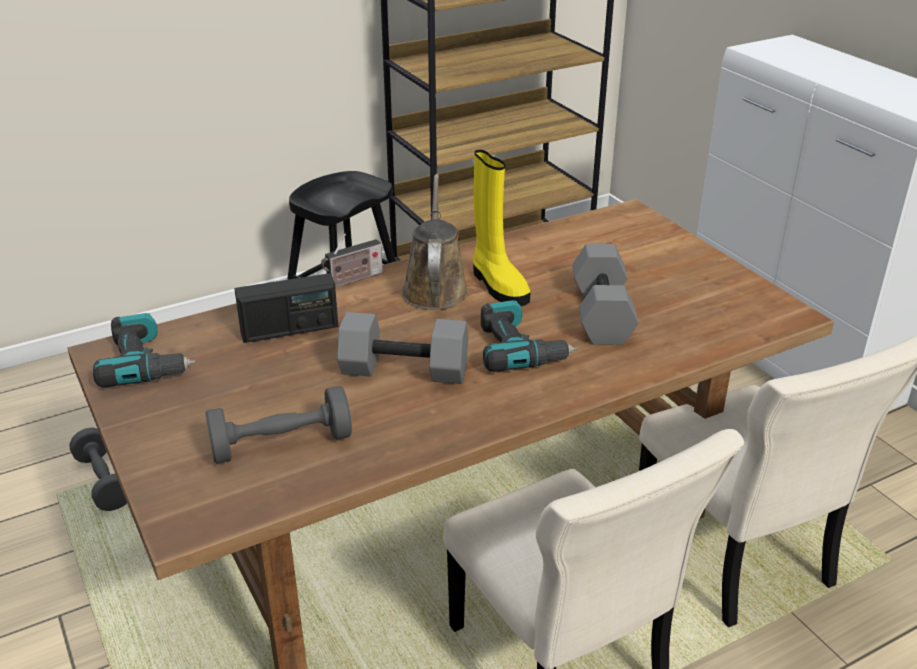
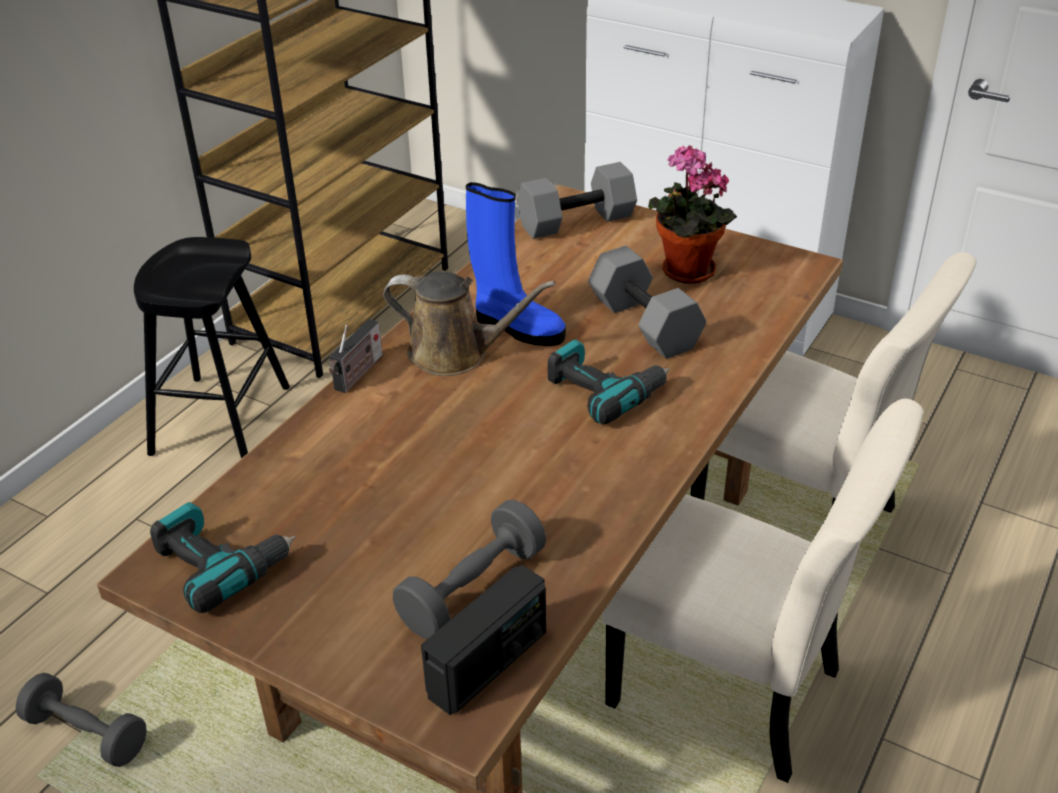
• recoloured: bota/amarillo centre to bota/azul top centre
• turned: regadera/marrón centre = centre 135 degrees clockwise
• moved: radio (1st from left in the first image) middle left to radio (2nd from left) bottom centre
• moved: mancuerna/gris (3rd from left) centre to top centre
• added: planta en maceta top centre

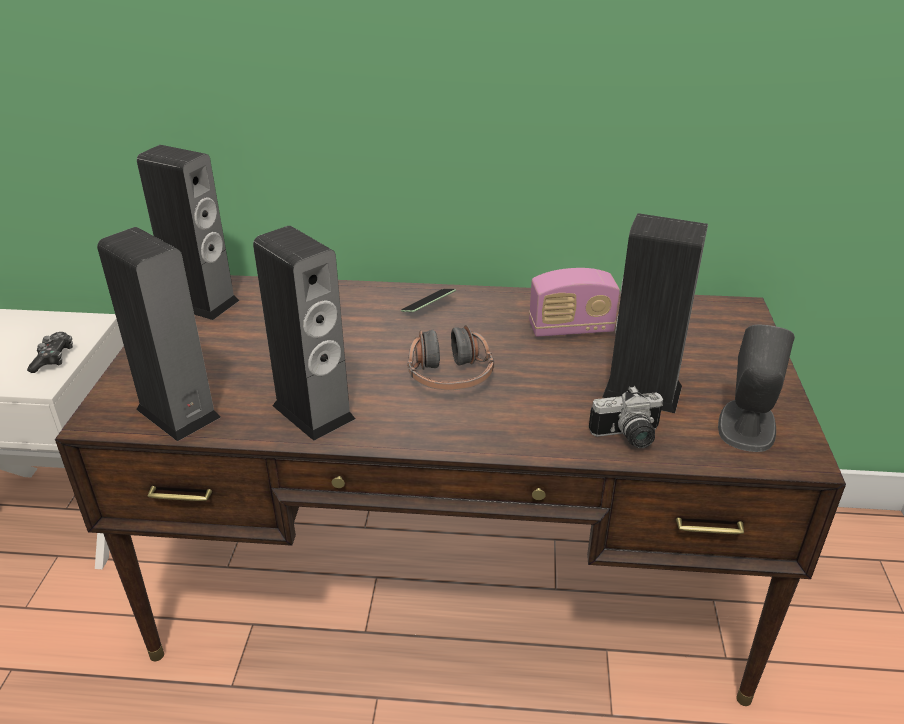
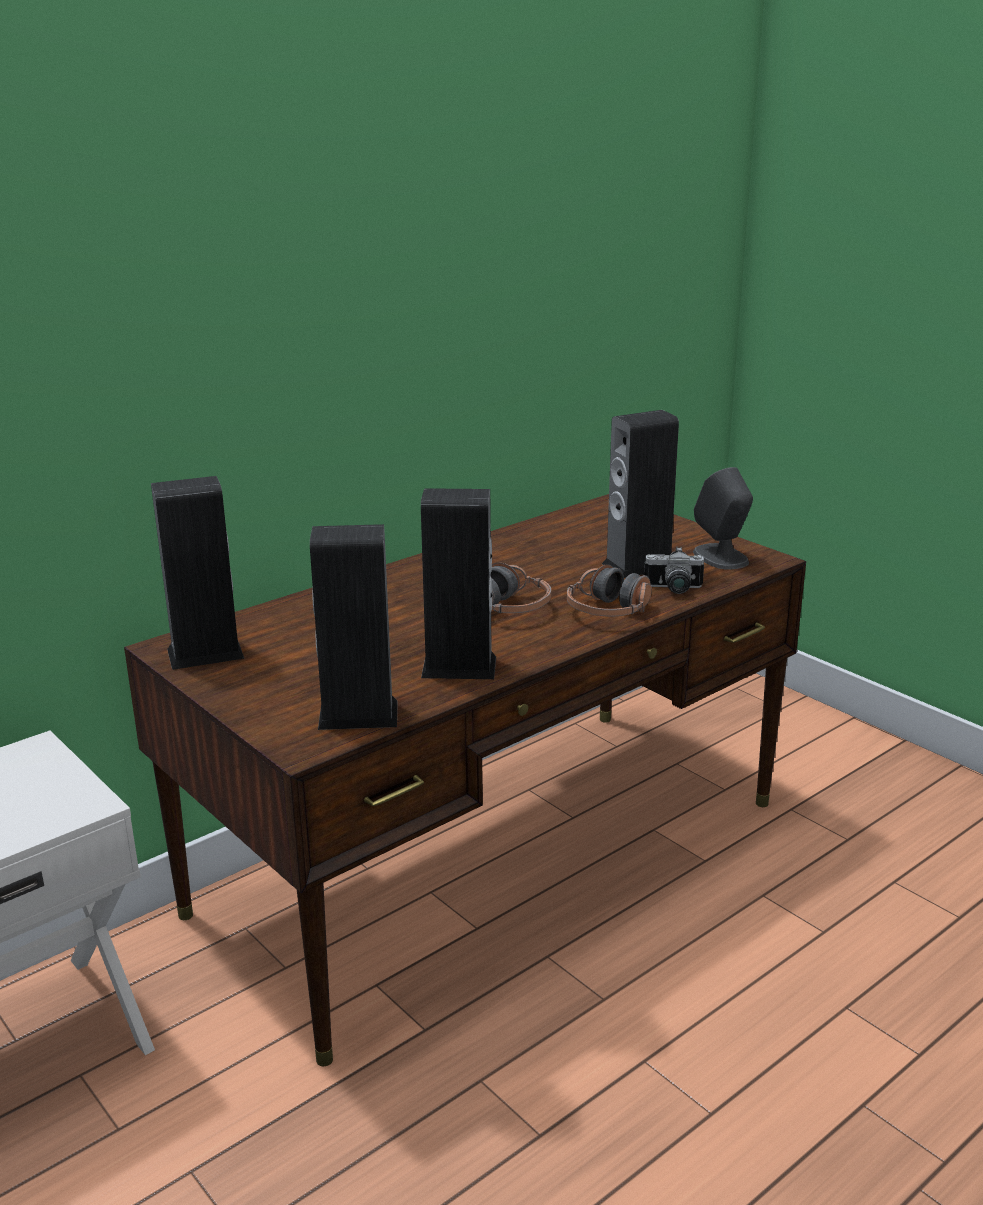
• removed: radio centre
• removed: móvil centre
• removed: mando de consola middle left
• turned: cámara middle right = middle right 60 degrees clockwise
• added: auriculares (2nd from left) centre

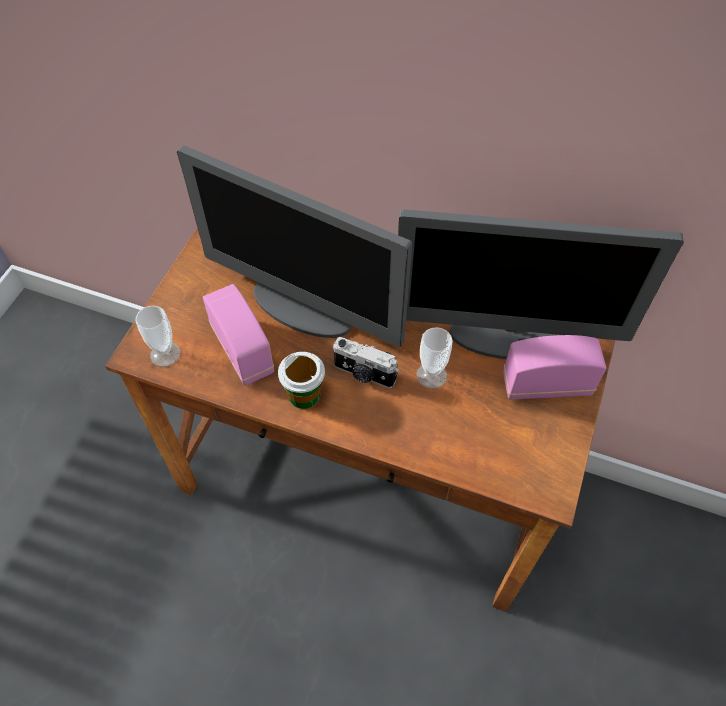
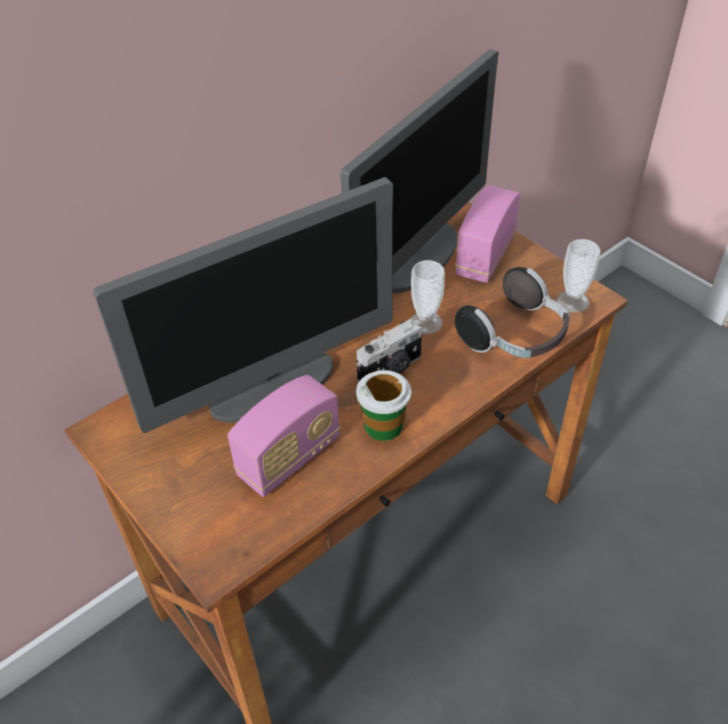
• turned: radio (1st from left) middle left = centre 135 degrees clockwise
• moved: taza (1st from left in the first image) middle left to taza (3rd from left) middle right
• added: auriculares middle right

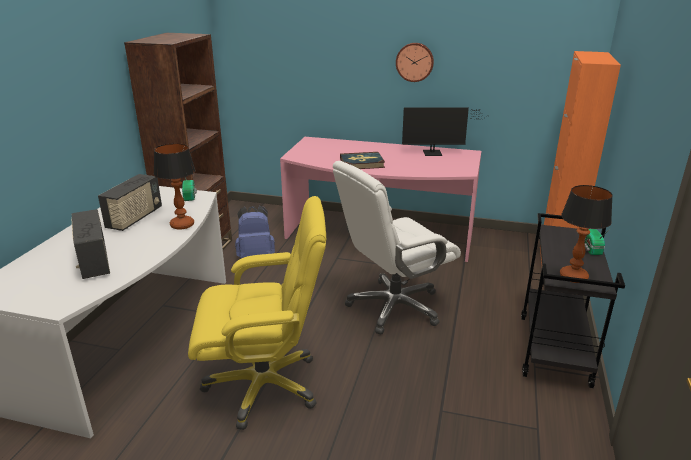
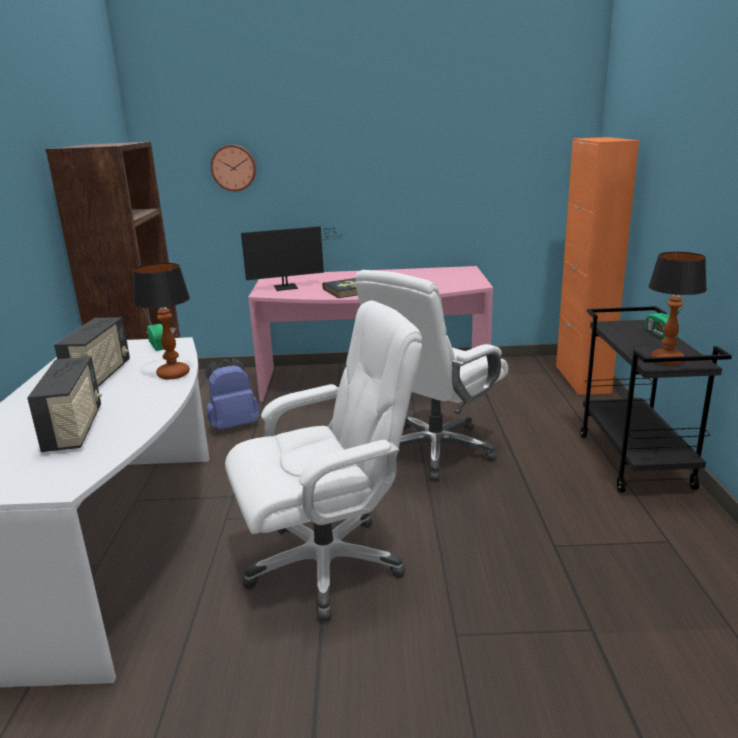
• moved: reloj de pared top centre to top left
• moved: monitor top centre to centre
• recoloured: silla de oficina/amarillo bottom centre to silla de oficina/blanco (1st from left) centre
• turned: radio (1st from left) middle left = middle left 150 degrees counterclockwise

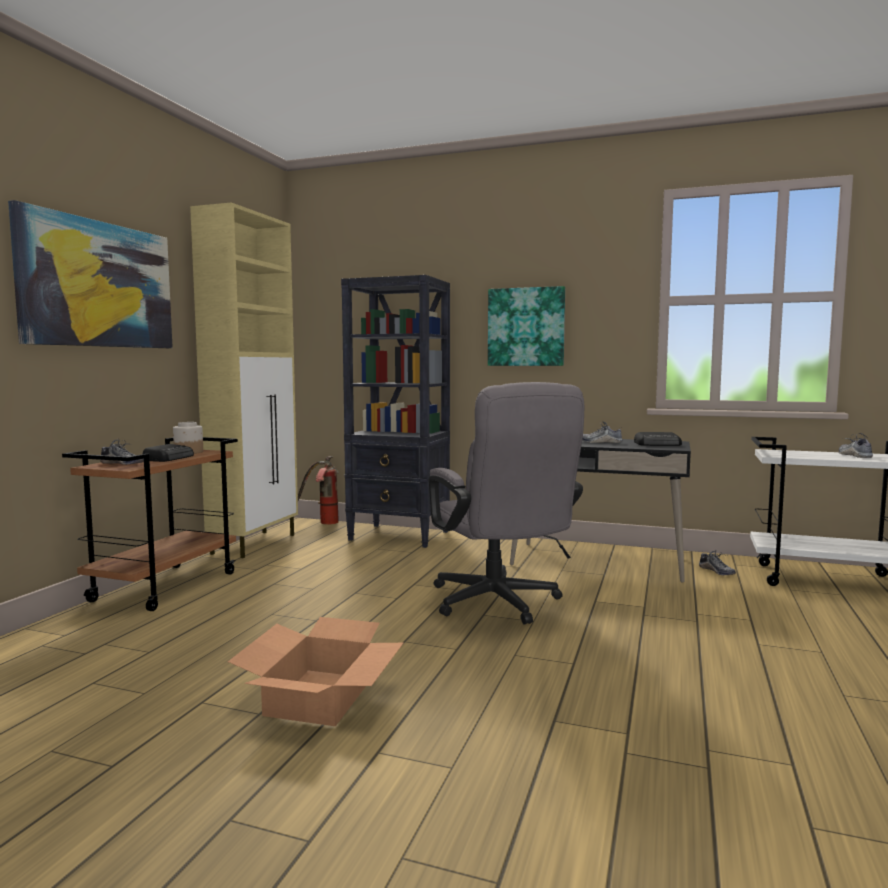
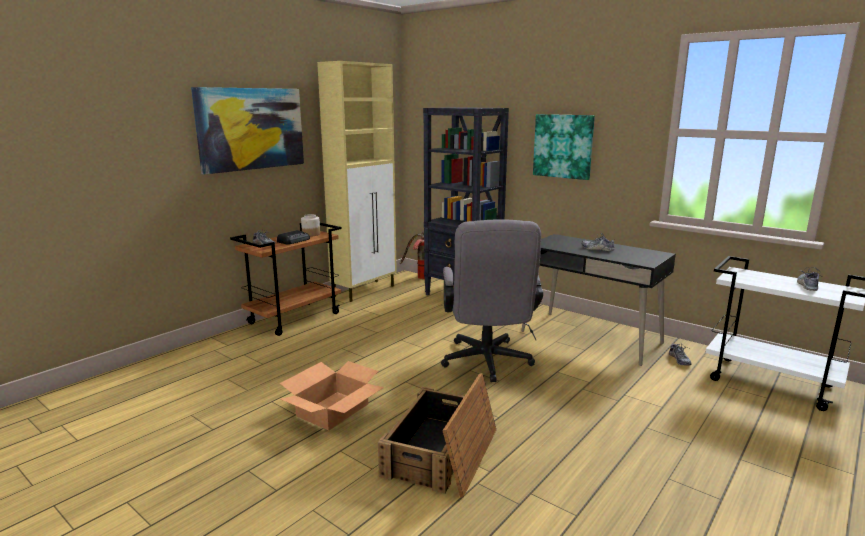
• removed: radio (2nd from left) middle right
• added: caja de embalaje bottom centre

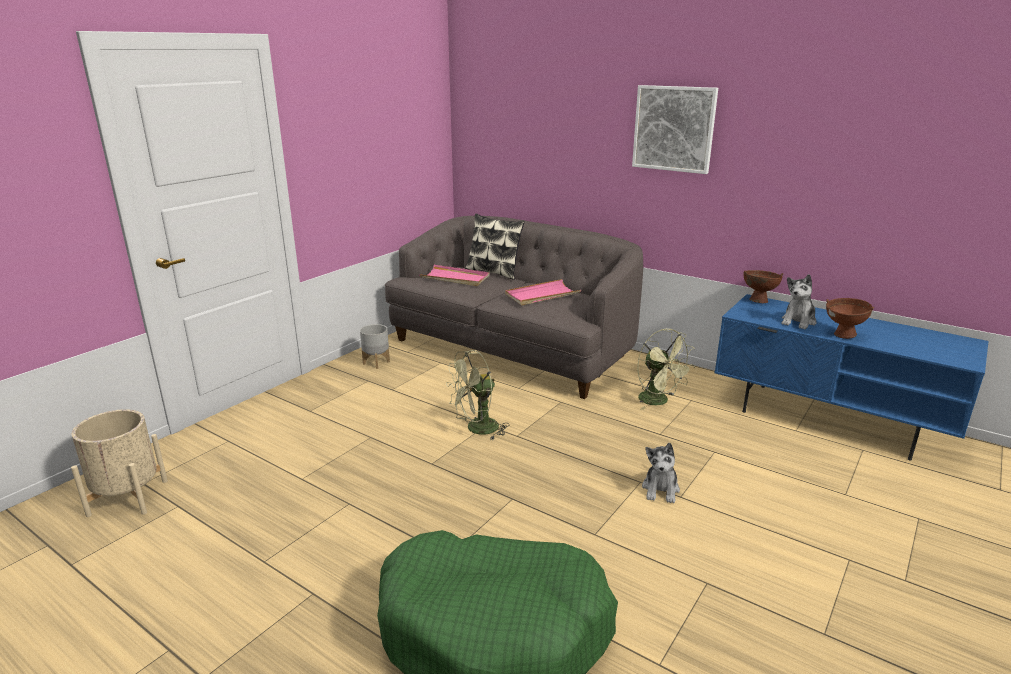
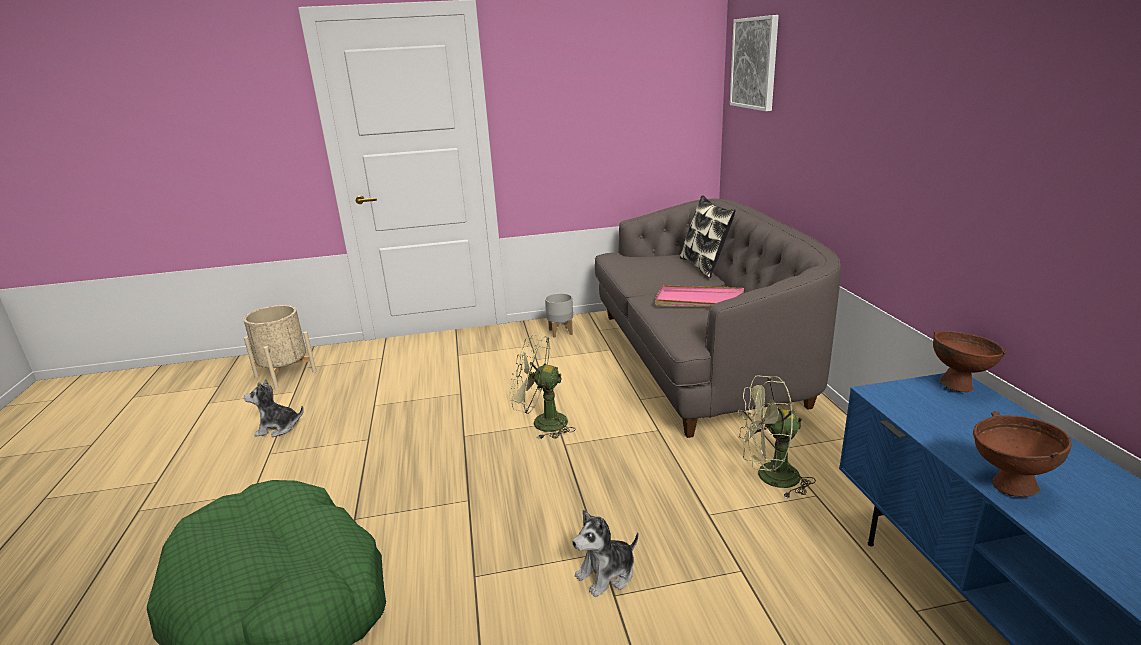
• moved: cuadro top right to top centre
• removed: bandeja/rosa (1st from left) centre
• moved: peluche (2nd from left in the first image) middle right to peluche (1st from left) middle left
• turned: ventilador/verde (2nd from left) centre = bottom right 75 degrees clockwise

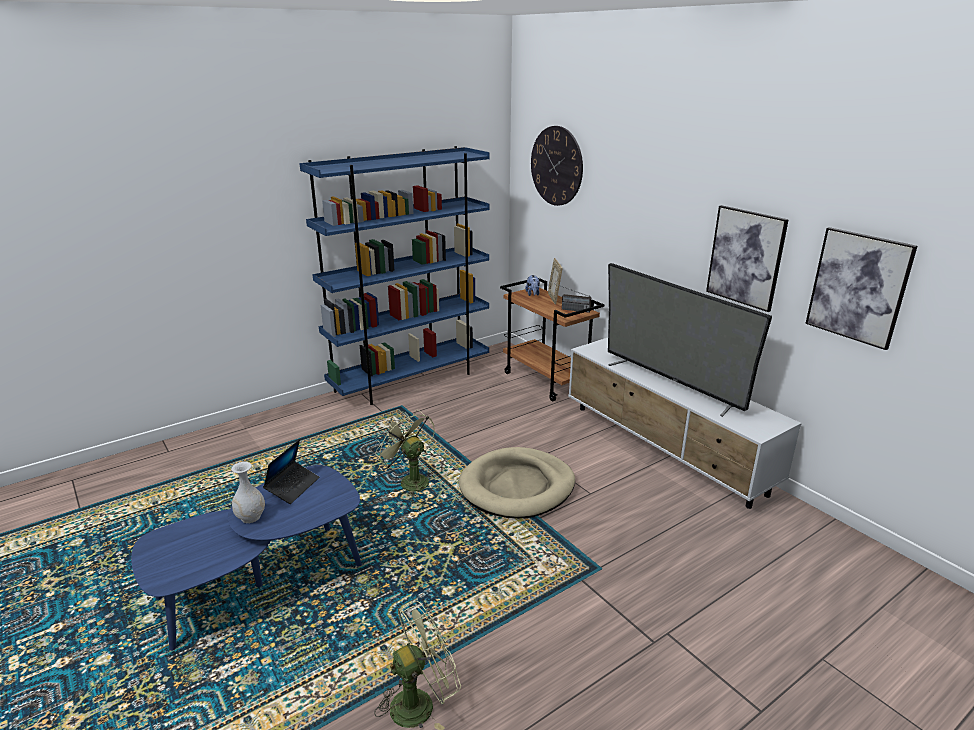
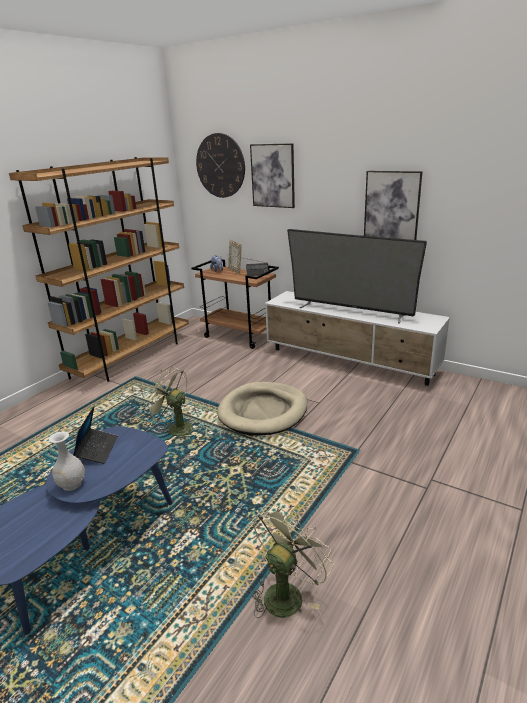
• recoloured: estantería/azul centre to estantería/marrón middle left
• moved: cuadro (2nd from left in the first image) middle right to cuadro (1st from left) top centre

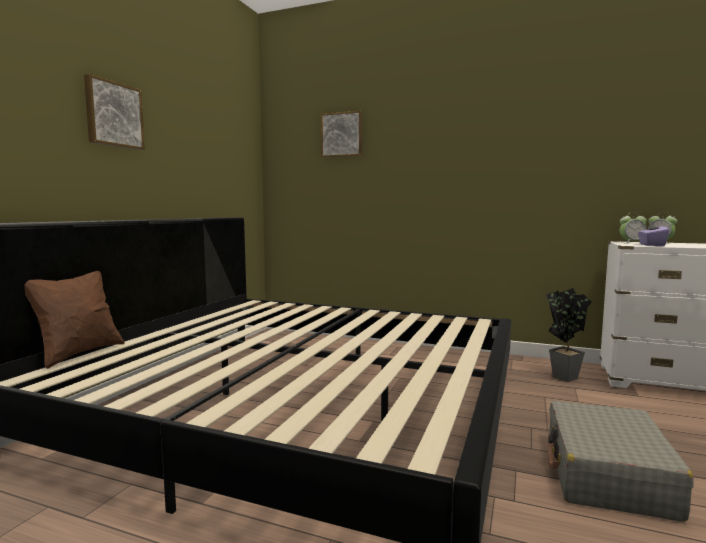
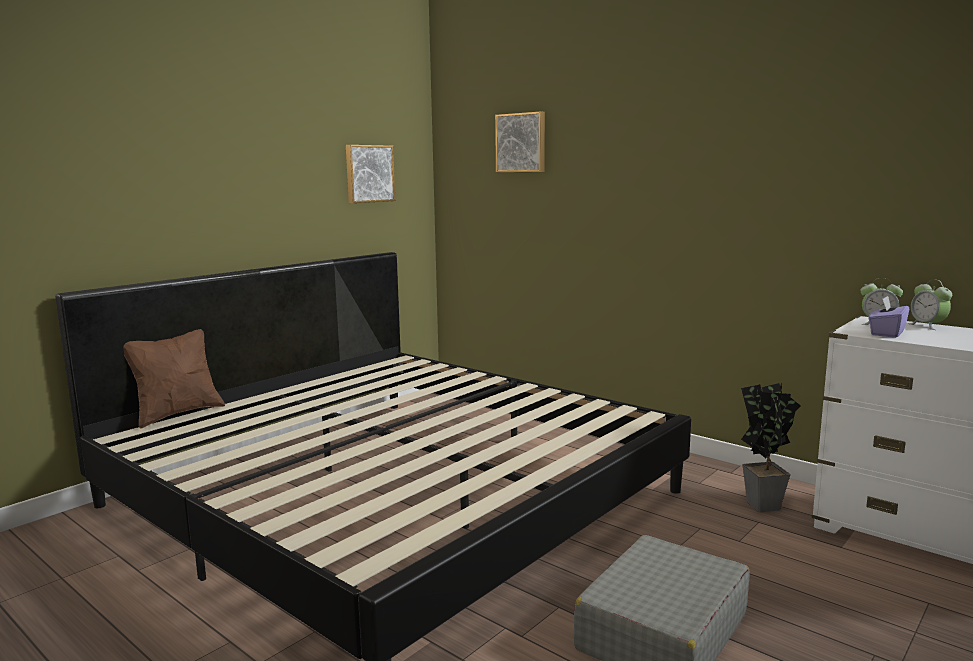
• moved: cuadro (1st from left) top left to top centre

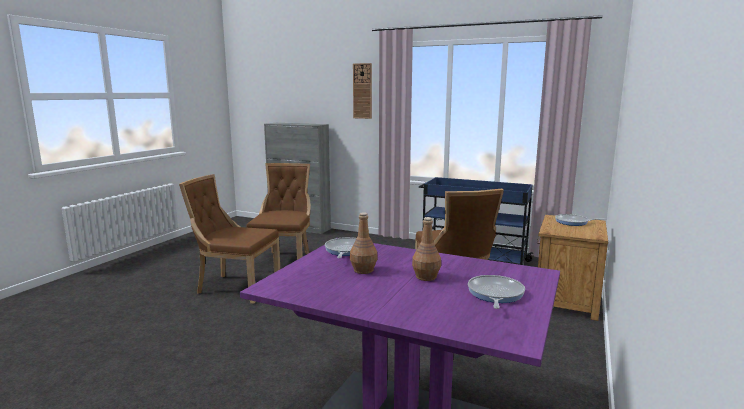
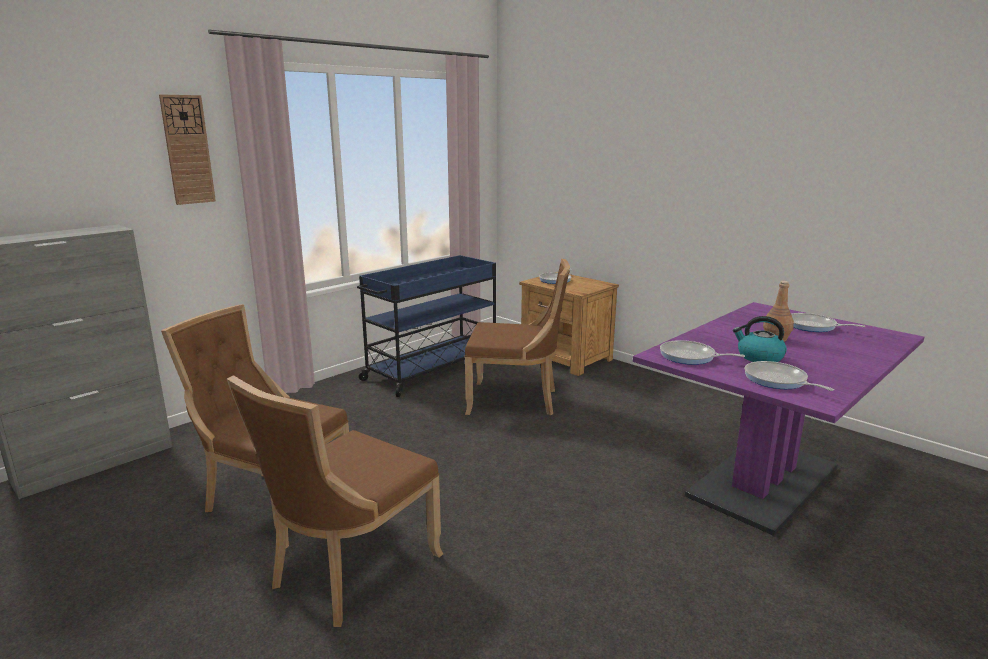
• replaced: botella/marrón (1st from left) centre to hervidor middle right
• added: sartén (3rd from left) middle right

